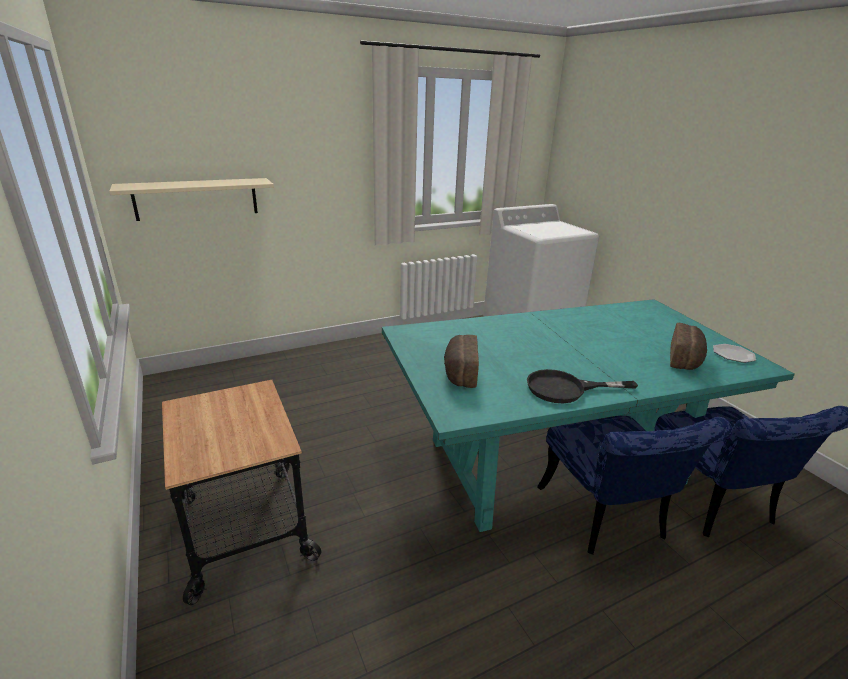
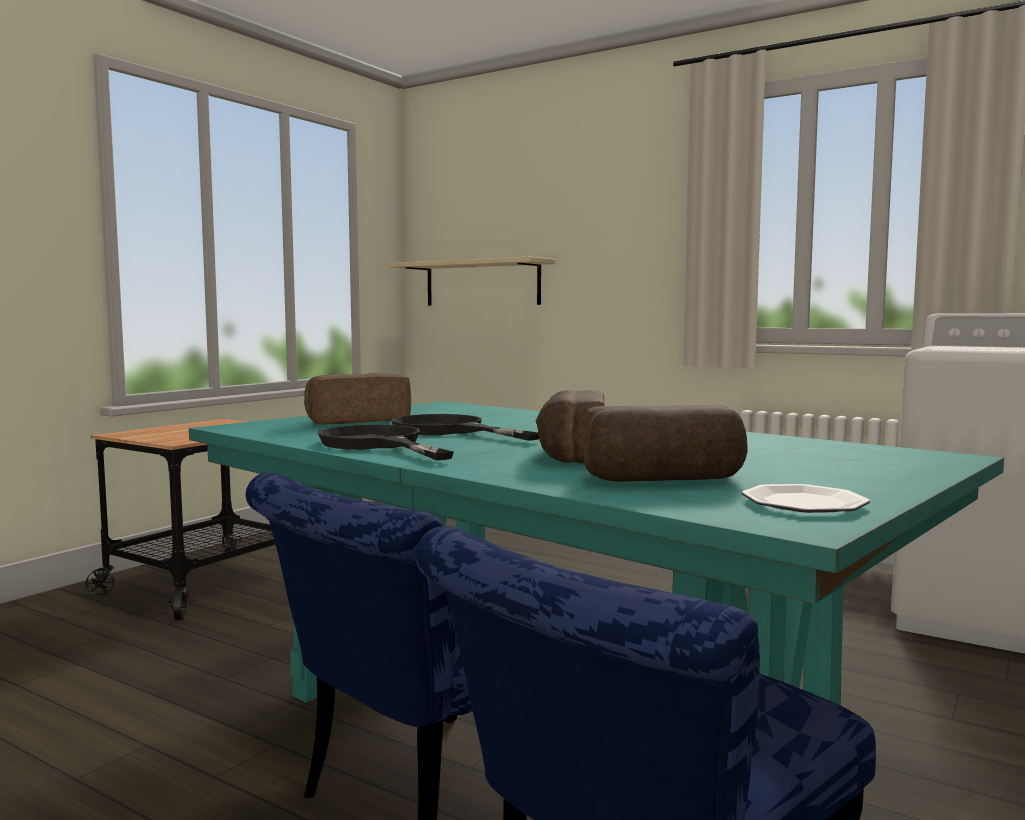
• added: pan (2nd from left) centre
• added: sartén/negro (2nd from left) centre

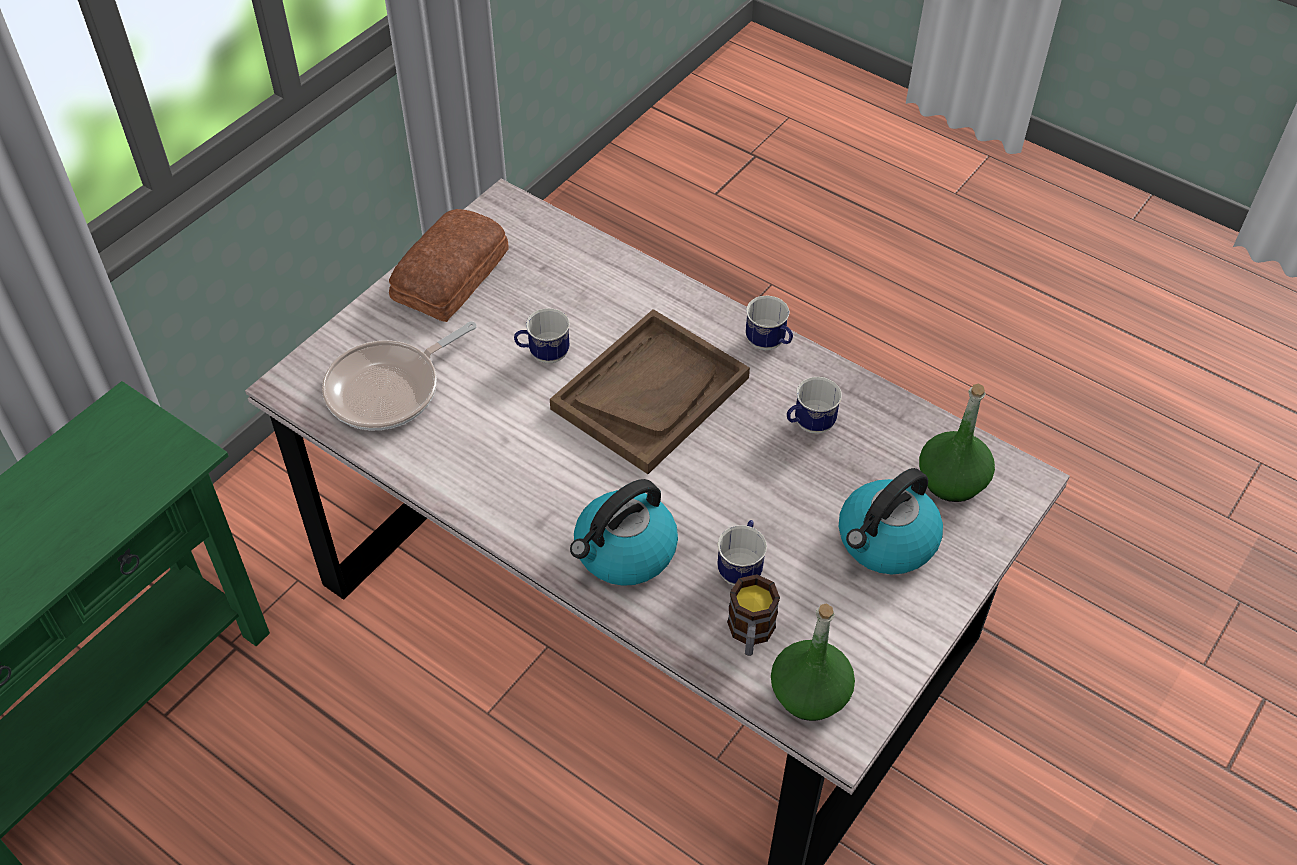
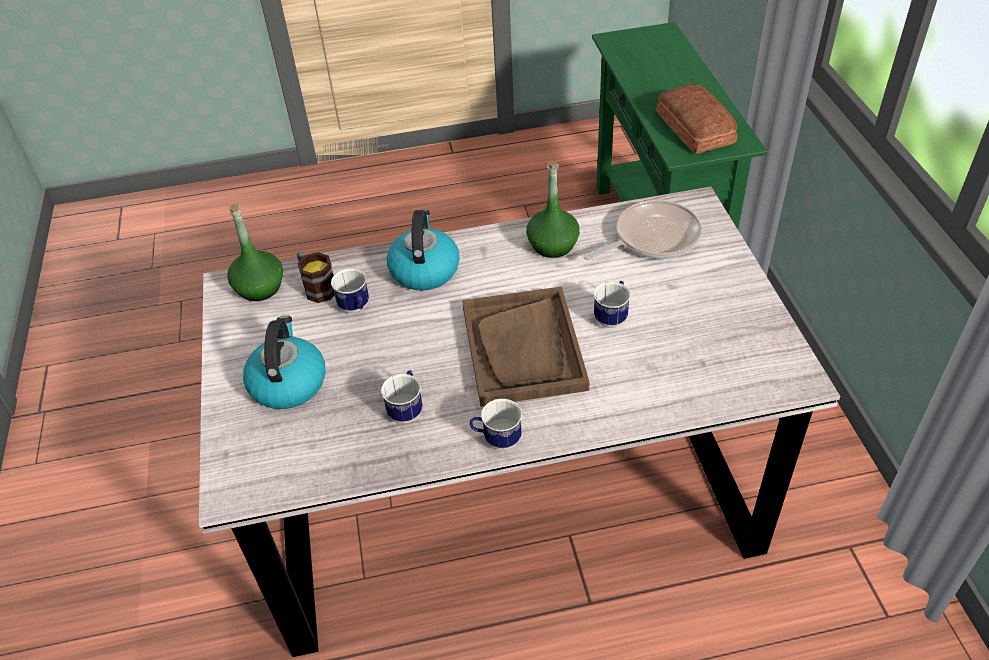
• moved: pan top centre to top right
• turned: sartén middle left = centre 60 degrees clockwise
• moved: botella/verde (2nd from left) middle right to top centre

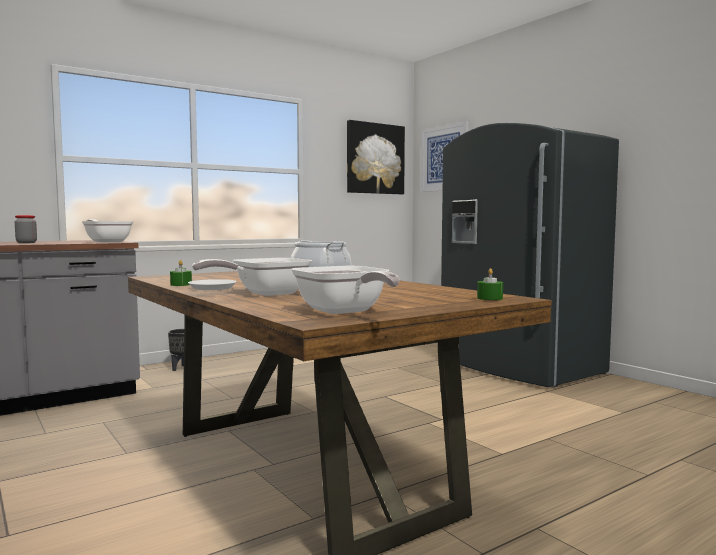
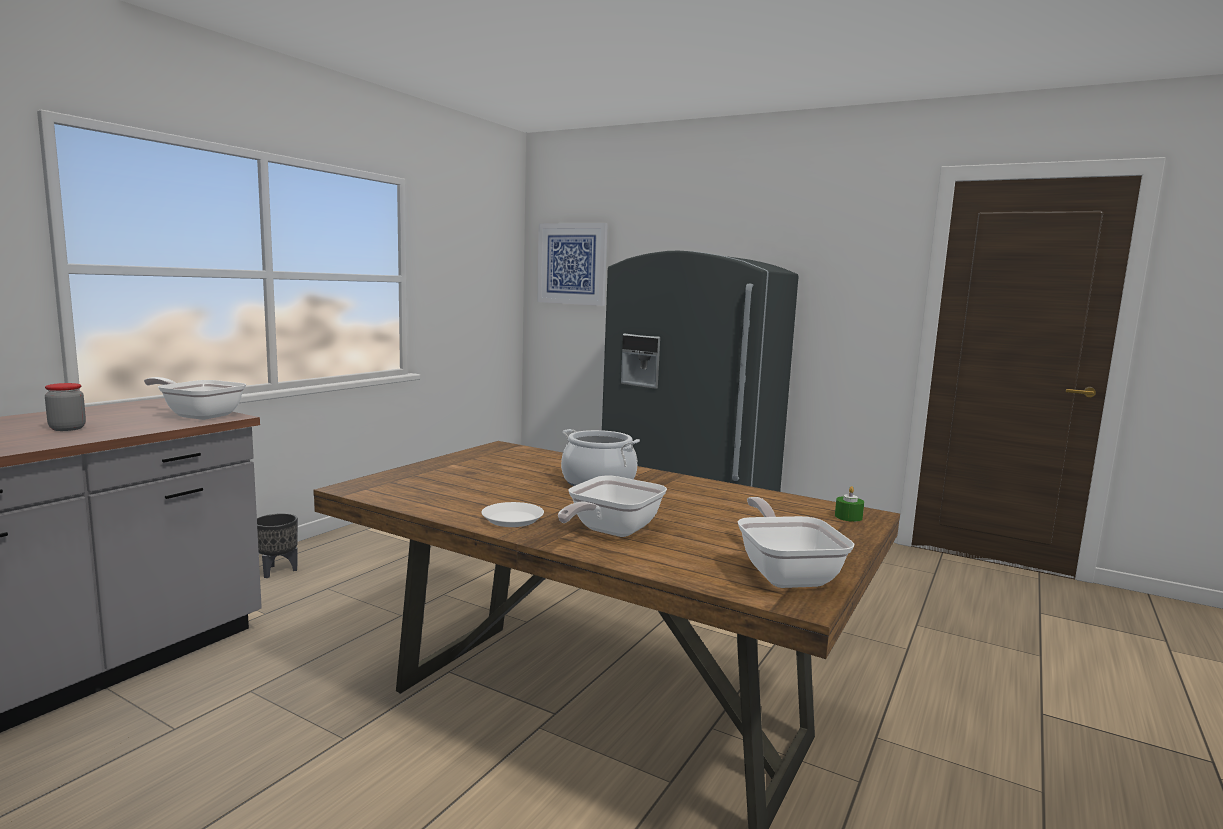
• removed: cuadro (1st from left) top centre
• removed: vela/verde (1st from left) middle left
• turned: sartén (3rd from left) centre = centre 135 degrees counterclockwise

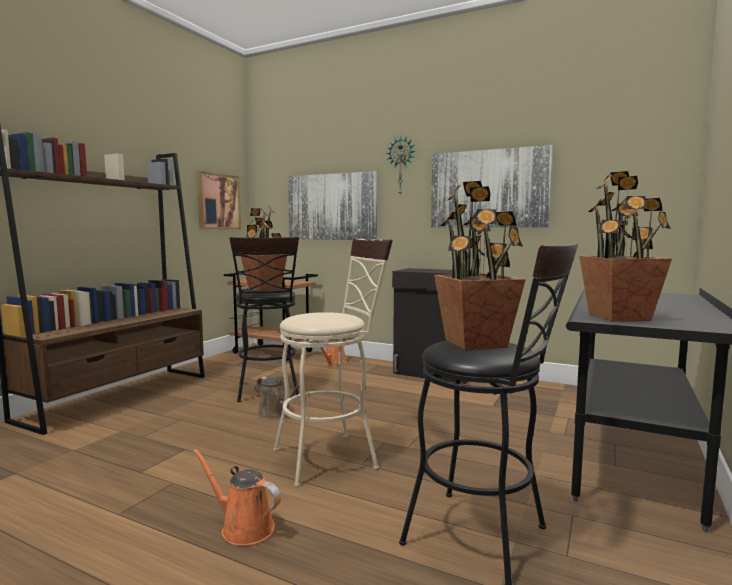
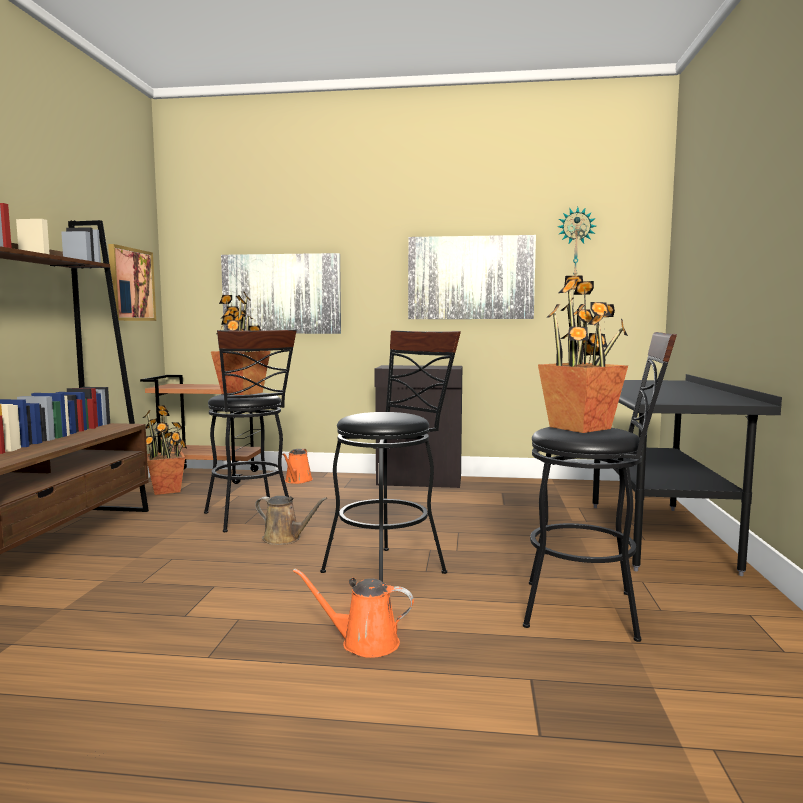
• moved: reloj de pared top centre to top right
• moved: planta en maceta (3rd from left in the first image) middle right to planta en maceta (1st from left) middle left
• recoloured: taburete/beis centre to taburete/negro (2nd from left) centre

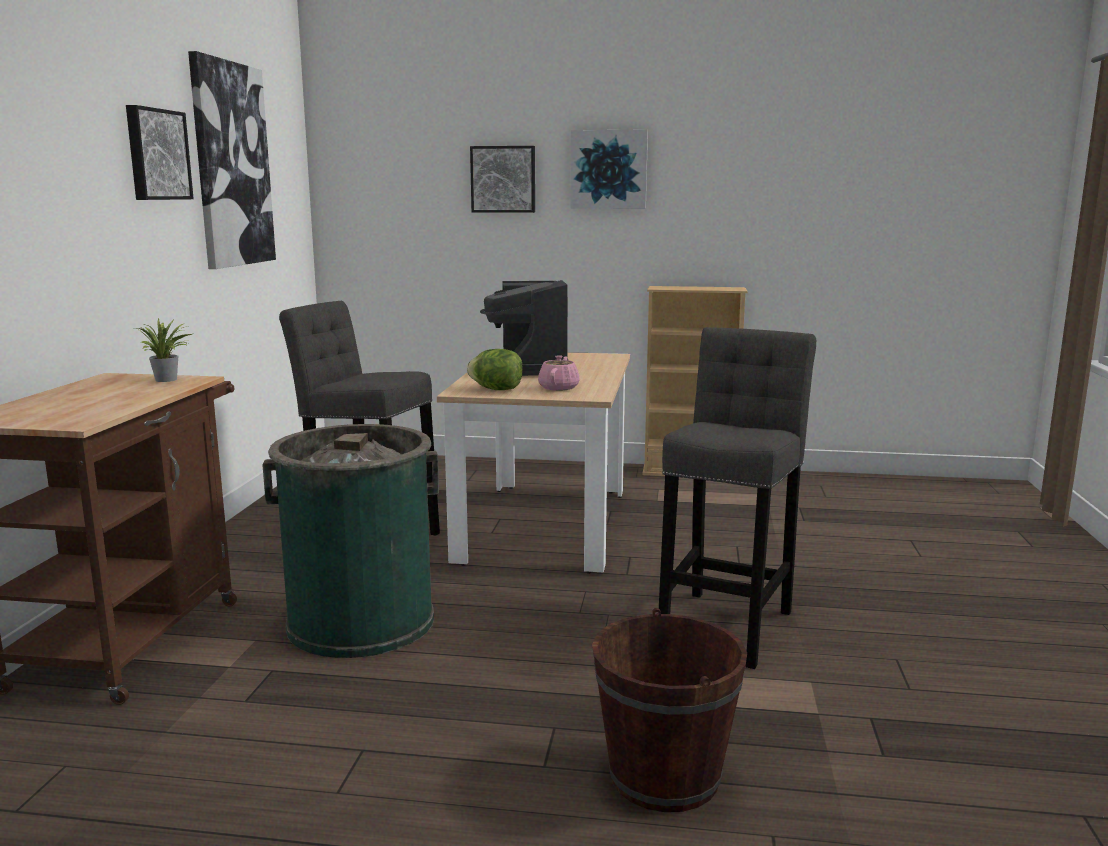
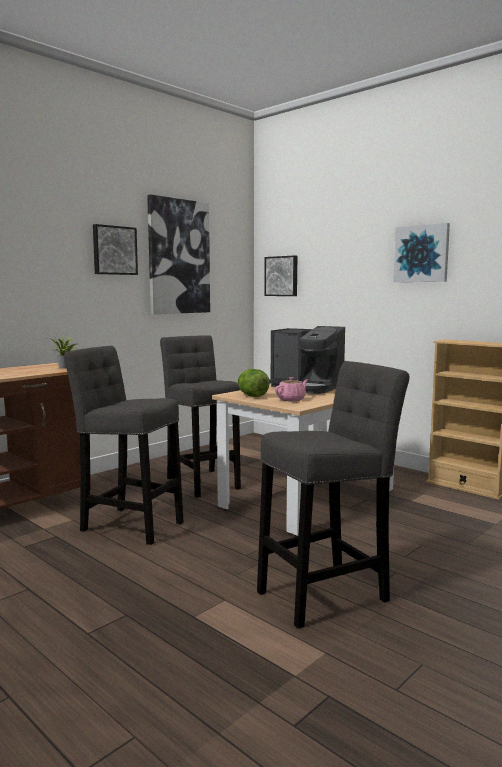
• moved: cuadro (3rd from left) top centre to centre
• turned: cafetera centre = centre 90 degrees counterclockwise
• replaced: papelera/verde middle left to taburete/gris (1st from left) middle left
• removed: cubo/marrón bottom centre

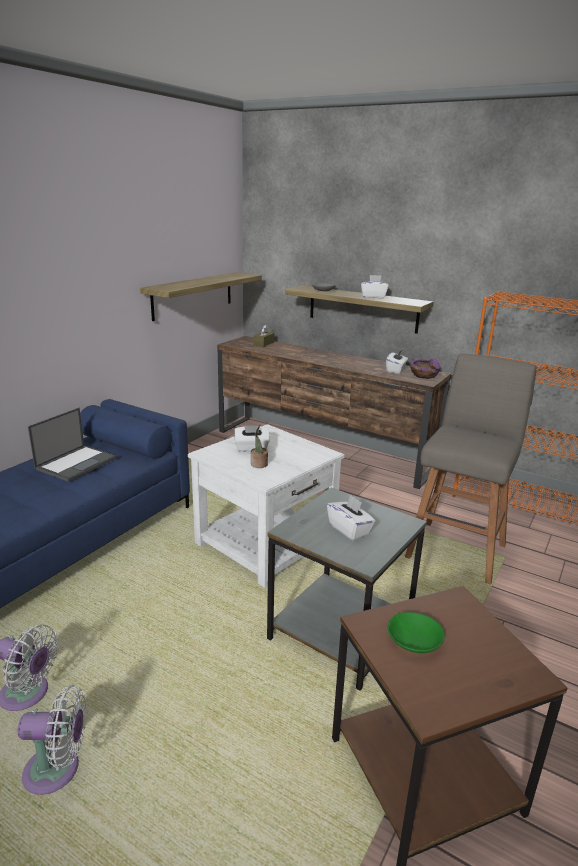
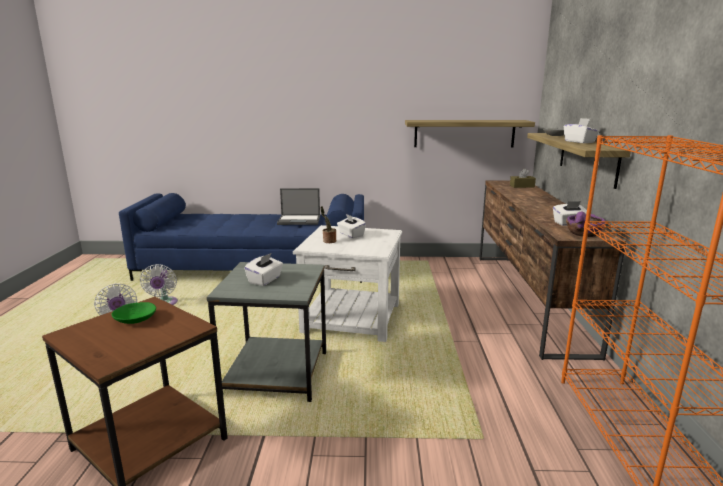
• removed: taburete/gris middle right

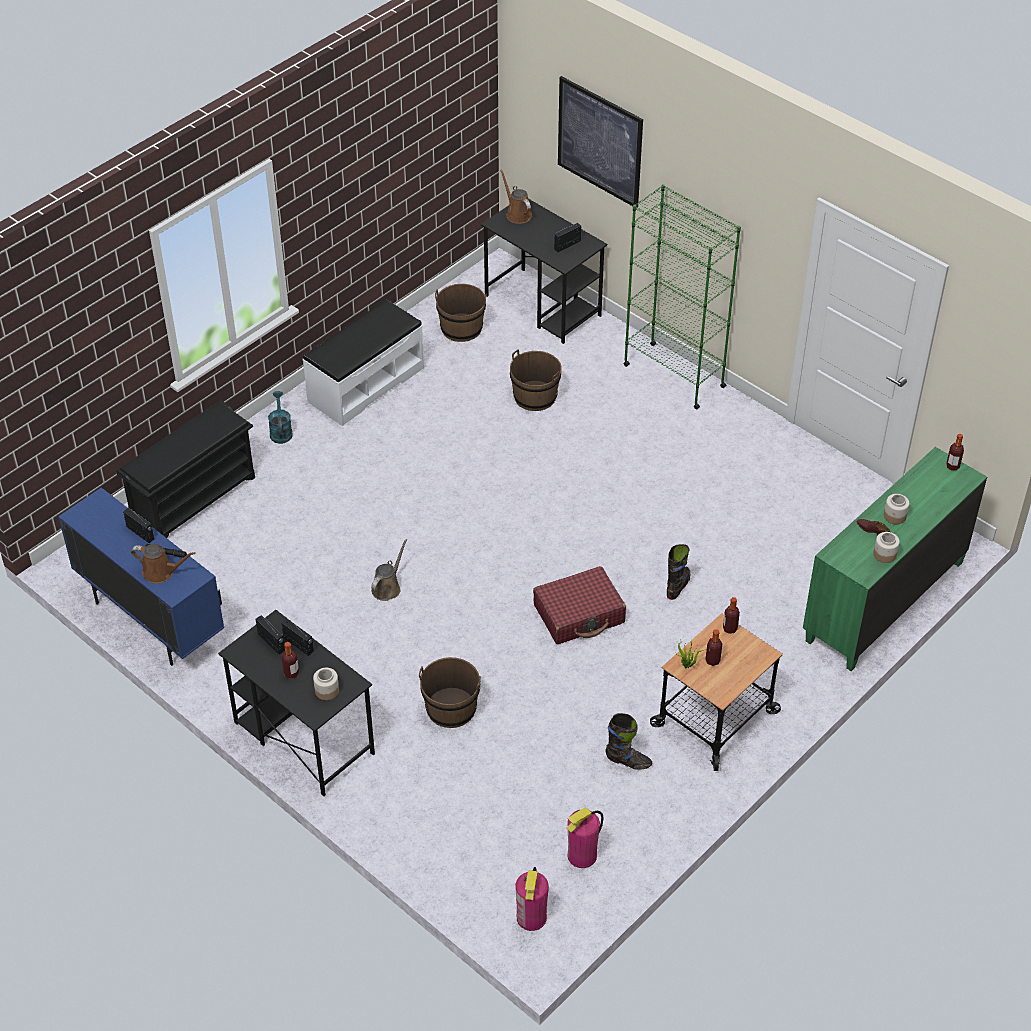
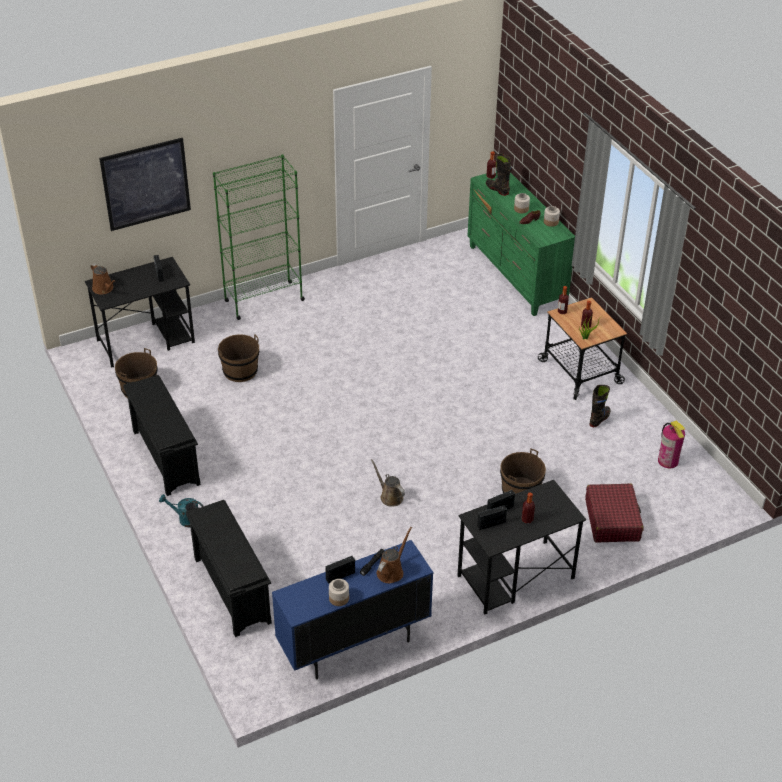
• turned: regadera/marrón (3rd from left in the first image) top centre = middle left 120 degrees counterclockwise
• replaced: banco/blanco centre to zapatero/negro (1st from left) middle left
• moved: bota/negro (2nd from left in the first image) centre to bota/negro (1st from left) top centre
• moved: maleta/rojo centre to middle right
• moved: tarro (1st from left) middle left to bottom centre
• removed: extintor (1st from left) bottom centre

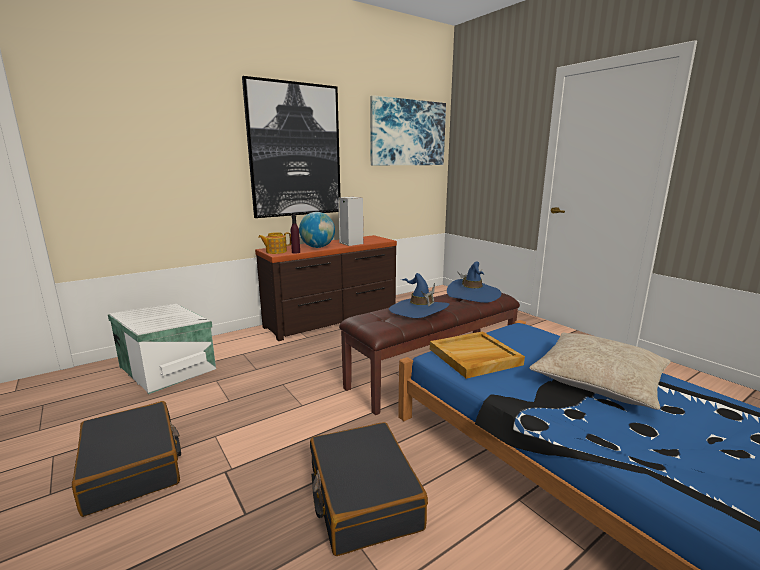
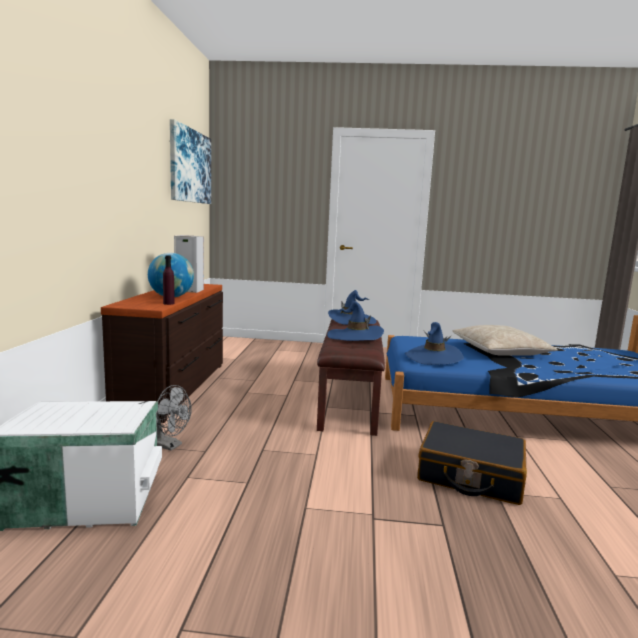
• removed: cuadro (1st from left) top centre
• removed: tetera centre
• replaced: bandeja/beis centre to sombrero/azul (3rd from left) middle right
• removed: maleta/negro (1st from left) bottom left
• added: ventilador/gris middle left

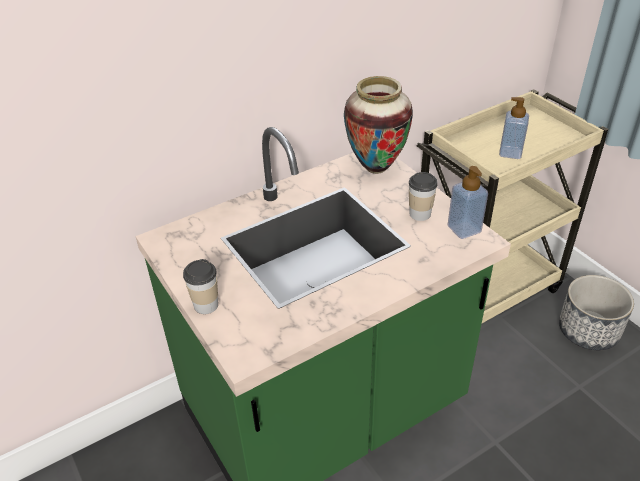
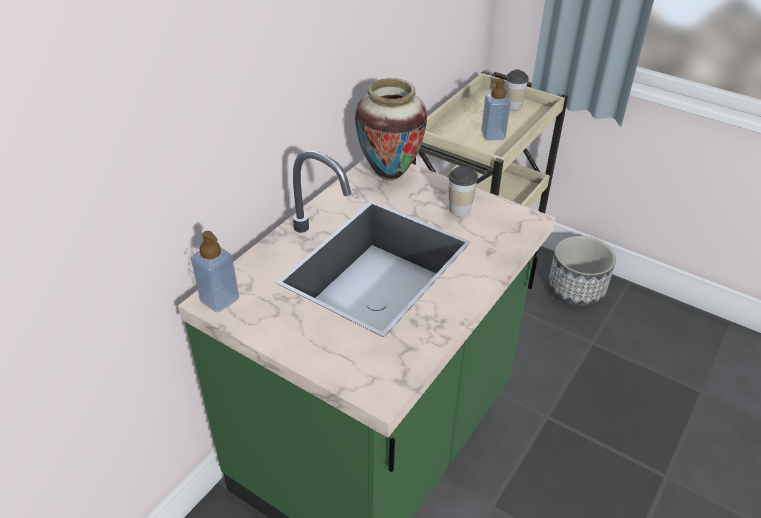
• moved: dispensador de jabón (1st from left) middle right to middle left
• moved: taza (1st from left in the first image) middle left to taza (2nd from left) top right

